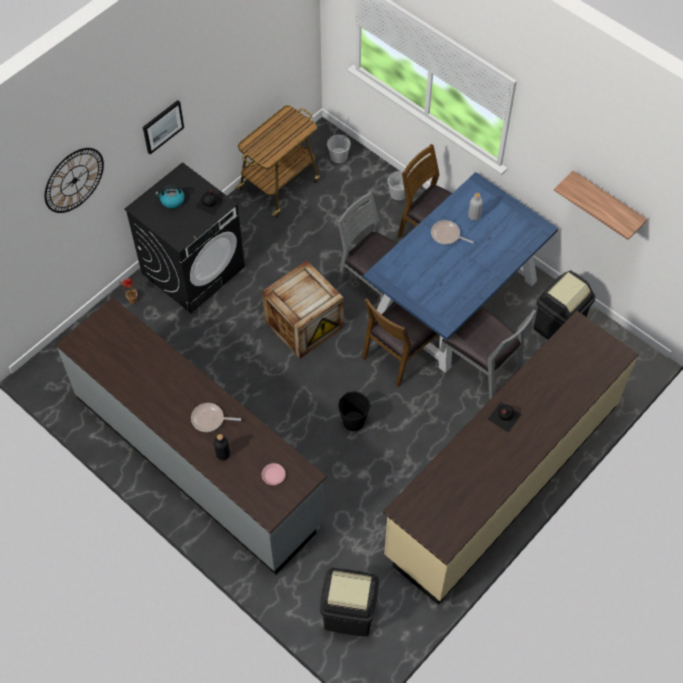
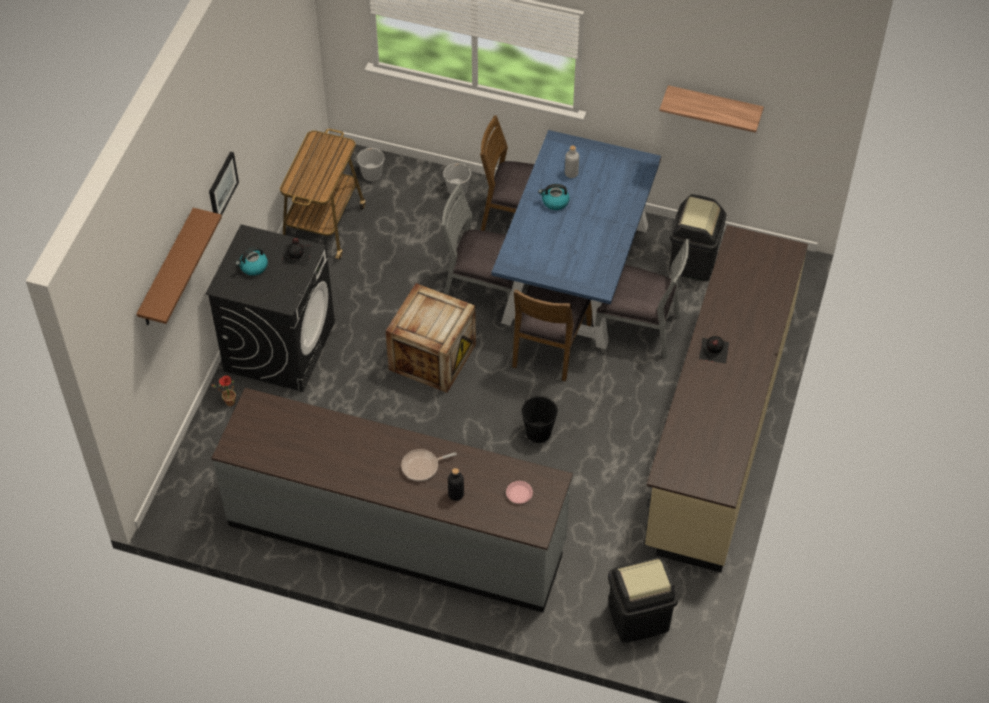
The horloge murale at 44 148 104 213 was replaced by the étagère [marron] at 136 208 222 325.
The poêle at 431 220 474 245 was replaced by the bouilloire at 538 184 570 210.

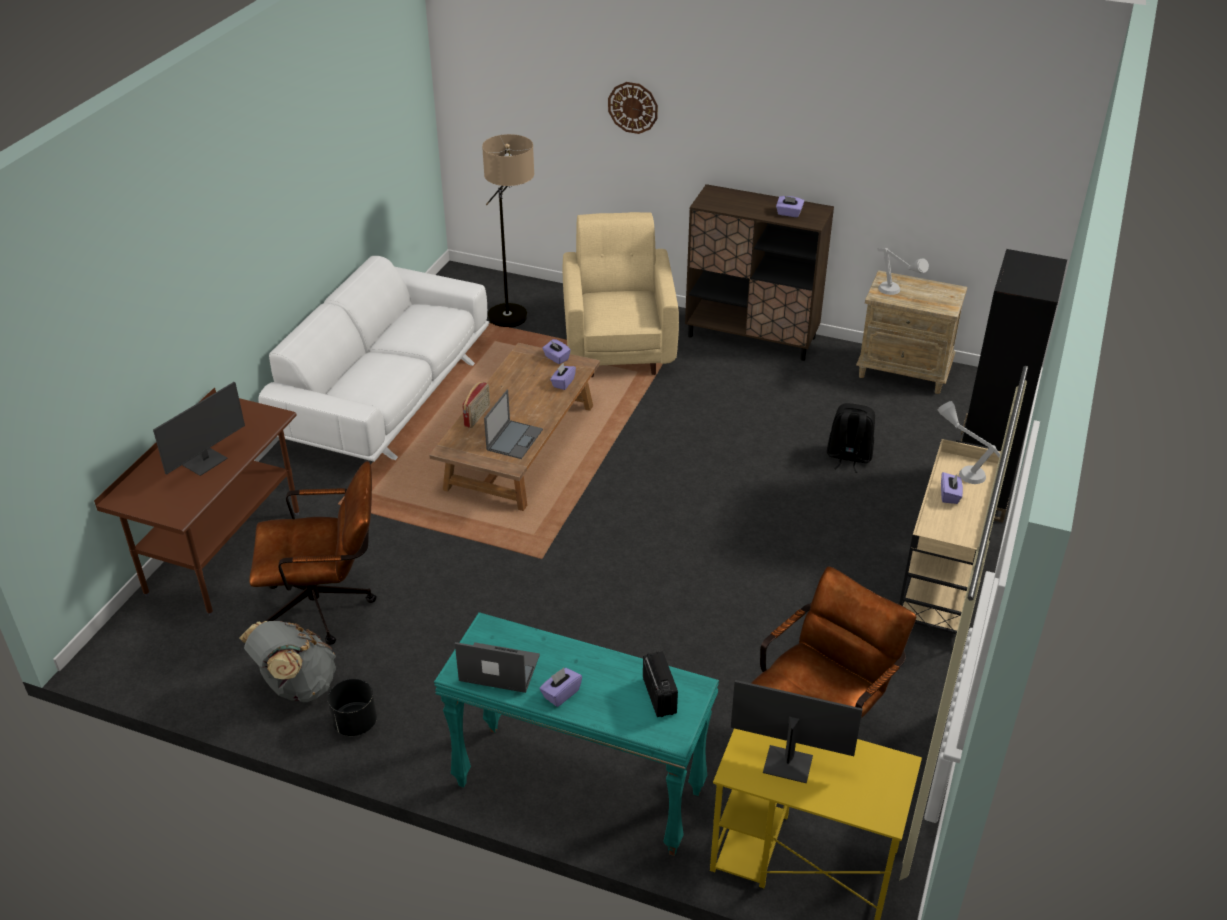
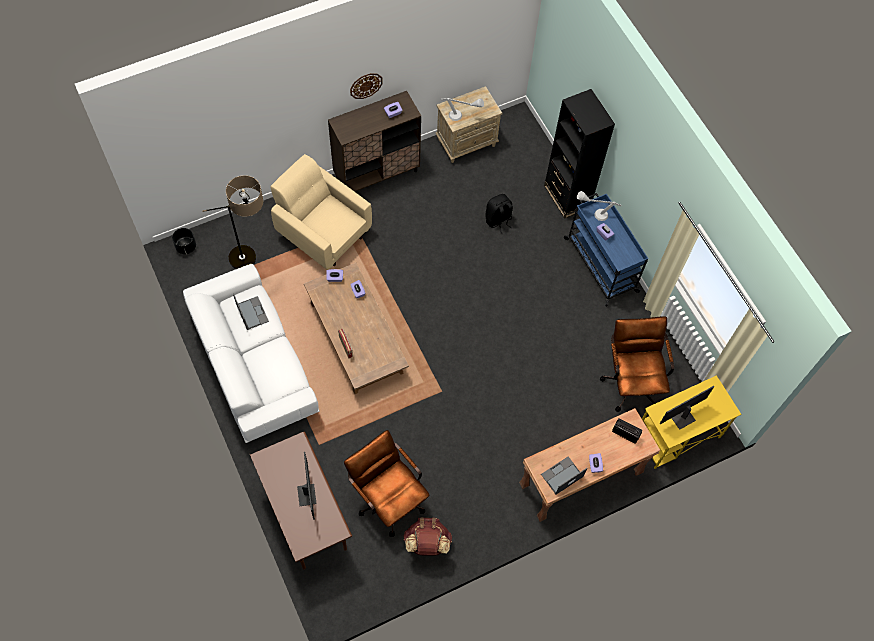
The horloge murale moved from 608 82 658 134 to 350 73 383 99.
The ordinateur portable moved from 484 390 543 459 to 233 293 269 330.
The chariot [beige] at 899 439 1001 651 became the chariot [bleu] at 564 193 648 306.
The chaise de bureau [marron] at 249 461 377 645 turned 75 degrees counterclockwise.
The table console [turquoise] at 434 612 719 856 became the table console [marron] at 519 408 661 522.
The sac à dos [gris] at 240 621 336 702 became the sac à dos [marron] at 403 517 452 556.
The cache-pot [noir] moved from 328 679 377 736 to 172 228 196 254.

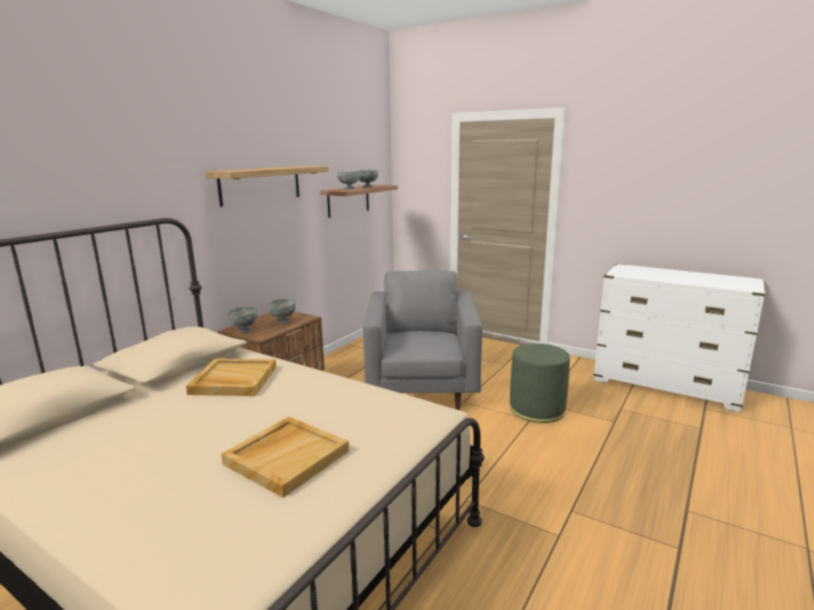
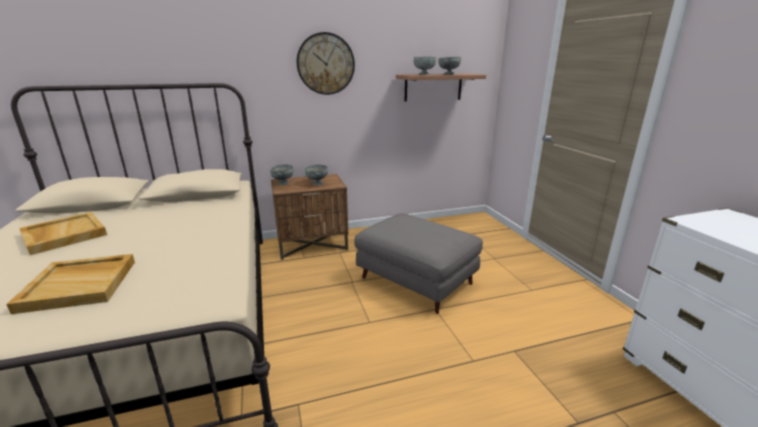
The étagère at 205 166 329 207 was replaced by the horloge murale at 296 32 355 95.
The fauteuil [gris] at 363 270 482 410 was replaced by the pouf [gris] at 355 213 483 314.
The pouf [vert] at 510 343 570 423 disappeared.
The plateau [beige] moved from 186 359 276 396 to 19 212 107 255.

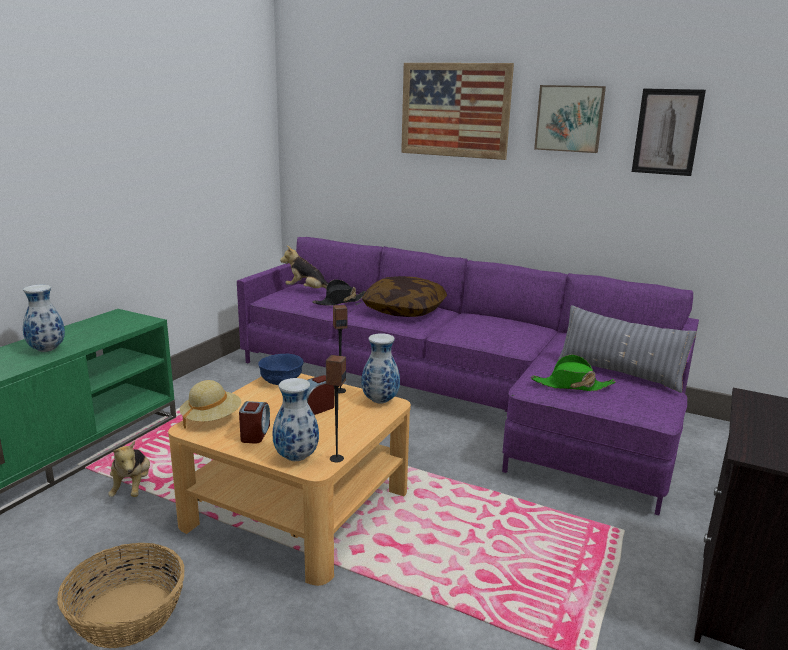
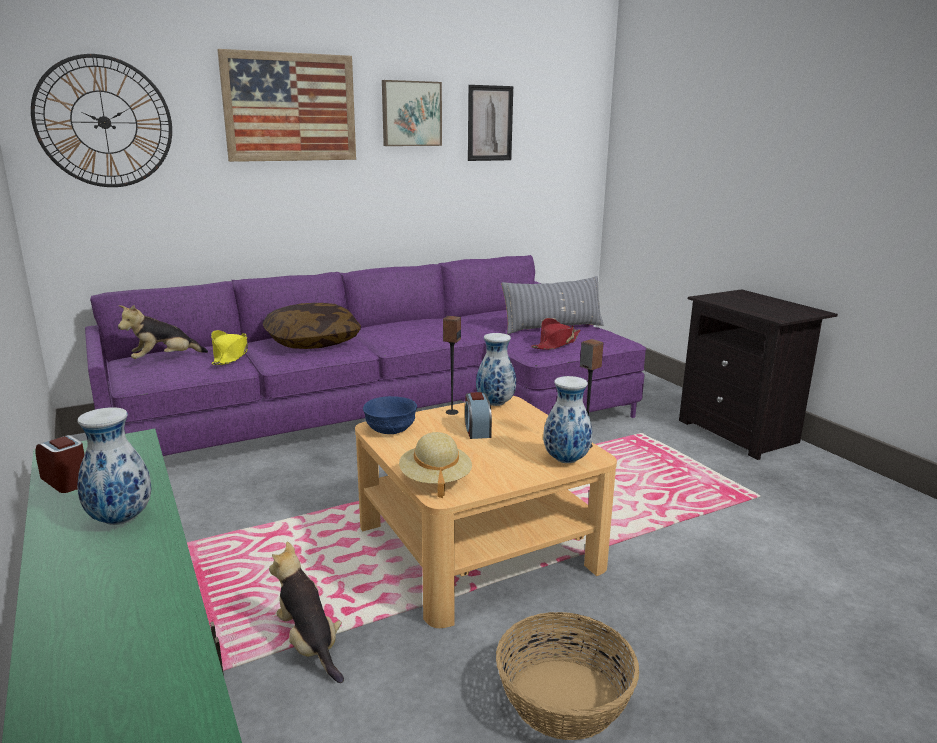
The chapeau [noir] at 312 280 366 306 became the chapeau [jaune] at 211 330 248 365.
The chapeau [vert] at 531 355 616 391 became the chapeau [rouge] at 531 318 580 350.
The réveil moved from 239 401 270 444 to 36 435 85 493.
The peluche at 108 441 150 497 turned 150 degrees counterclockwise.
The horloge murale at 31 54 172 187 appeared.

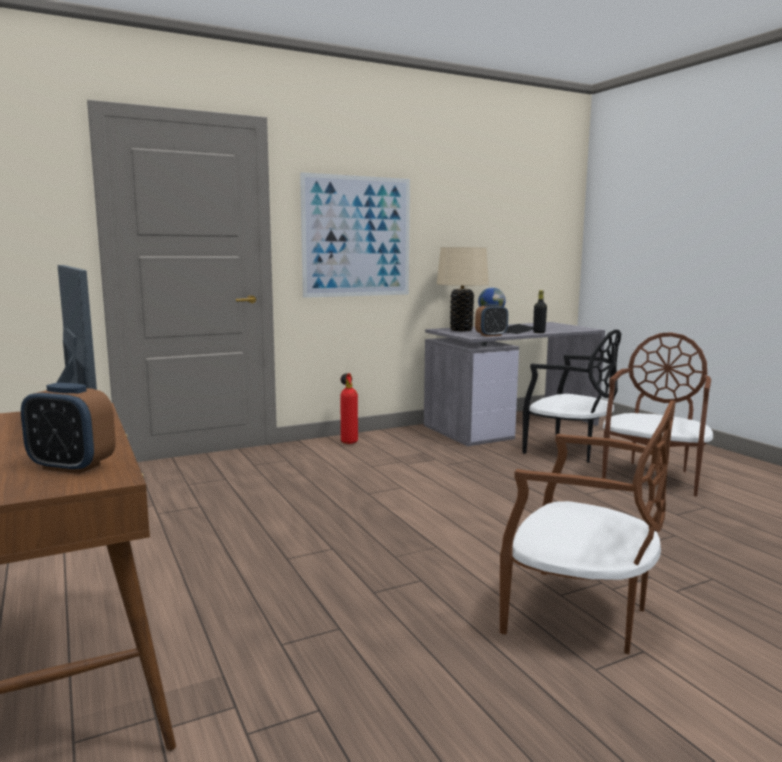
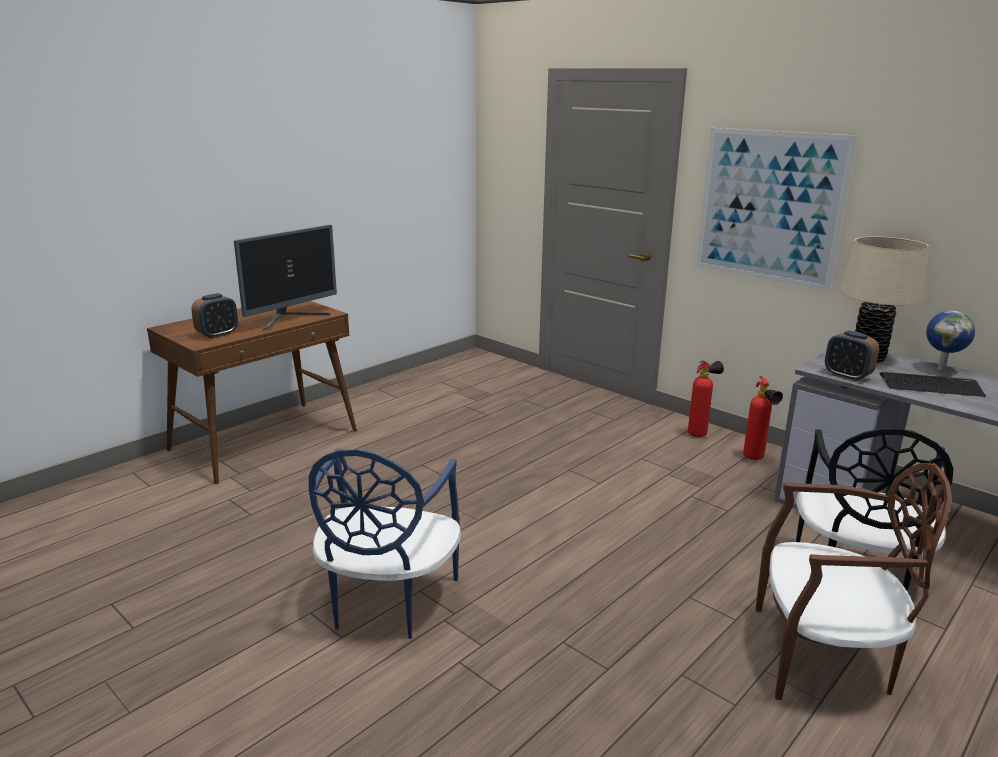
The bouteille [noir] at 533 290 547 333 disappeared.
The réveil at 21 383 116 474 turned 135 degrees counterclockwise.
The chaise [marron] at 500 401 676 654 became the chaise [bleu] at 309 448 461 639.
The extincteur at 743 375 783 460 appeared.

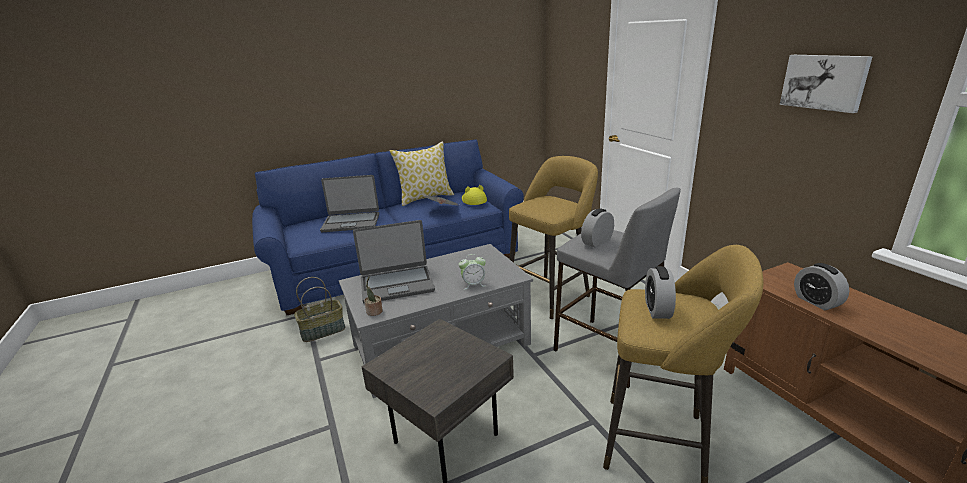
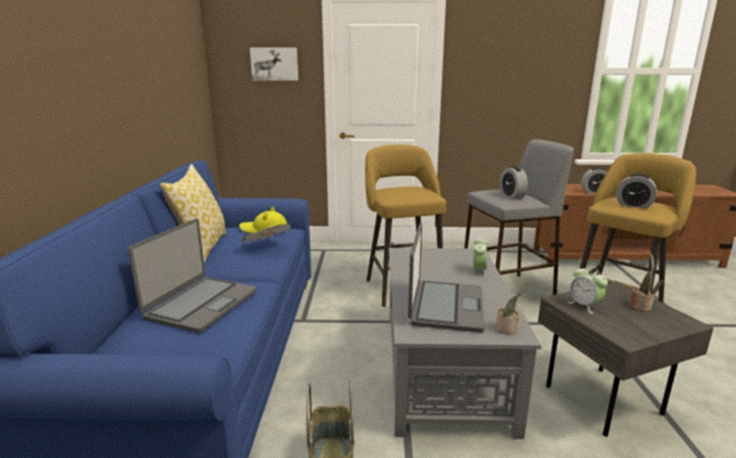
The tableau moved from 780 55 873 113 to 250 48 298 81.
The plante en pot at 630 254 655 311 appeared.
The réveil at 567 266 608 314 appeared.

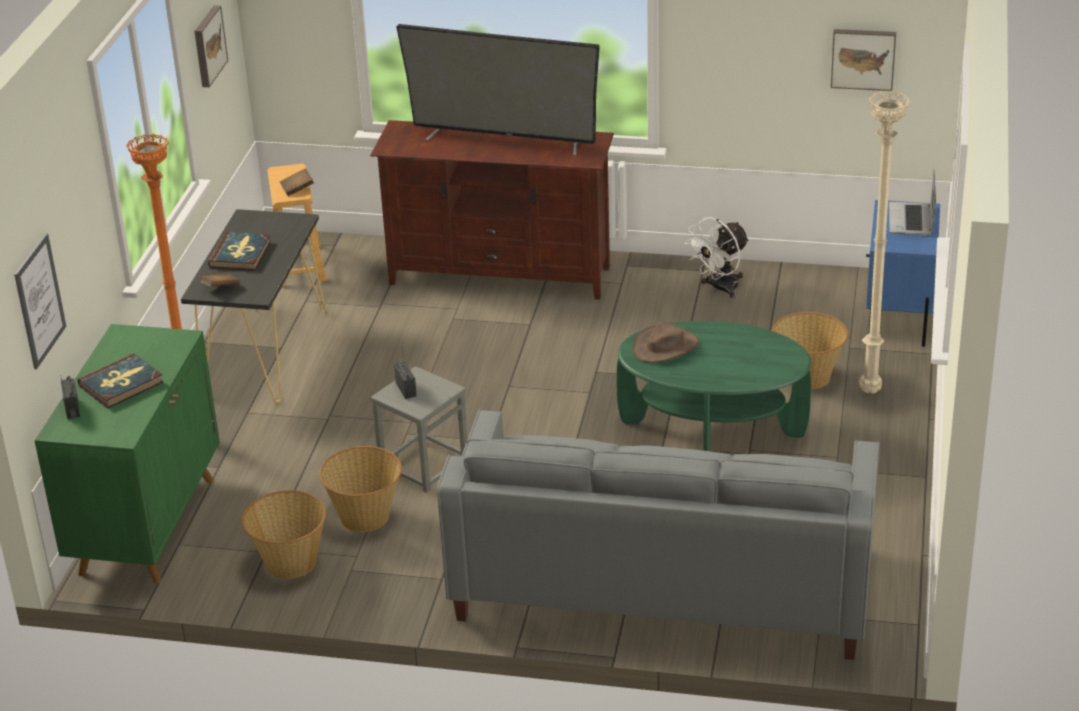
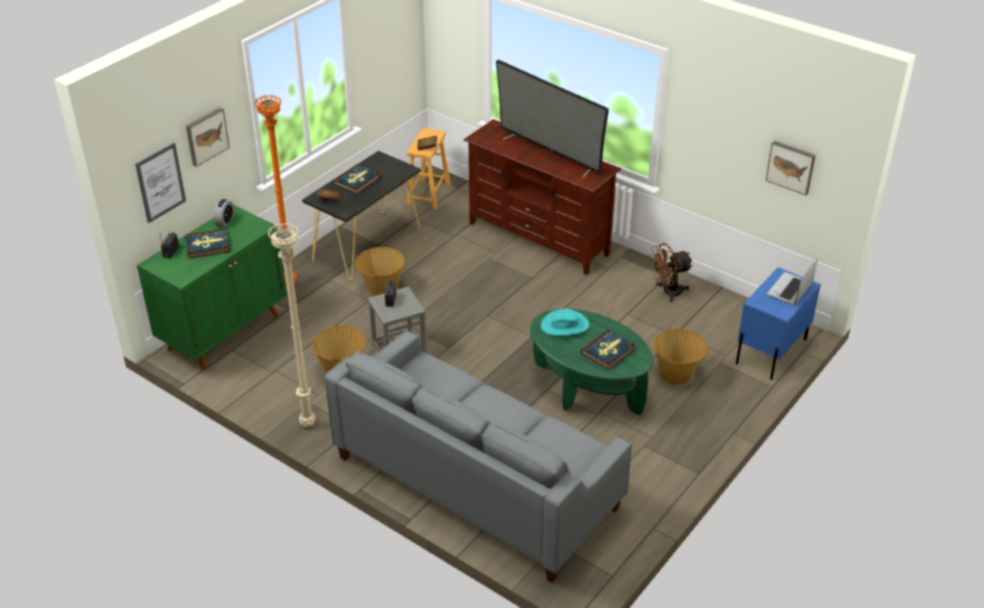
The tableau moved from 194 5 228 87 to 186 108 230 167.
The lampadaire [beige] moved from 859 91 910 394 to 268 223 315 427.
The ventilateur [blanc] at 685 217 749 298 became the ventilateur [marron] at 649 243 692 302.
The chapeau [marron] at 632 322 699 363 became the chapeau [turquoise] at 541 309 589 336.
The panier moved from 241 490 326 579 to 355 247 405 296.
The réveil at 213 199 234 227 appeared.
The livre at 580 329 635 370 appeared.

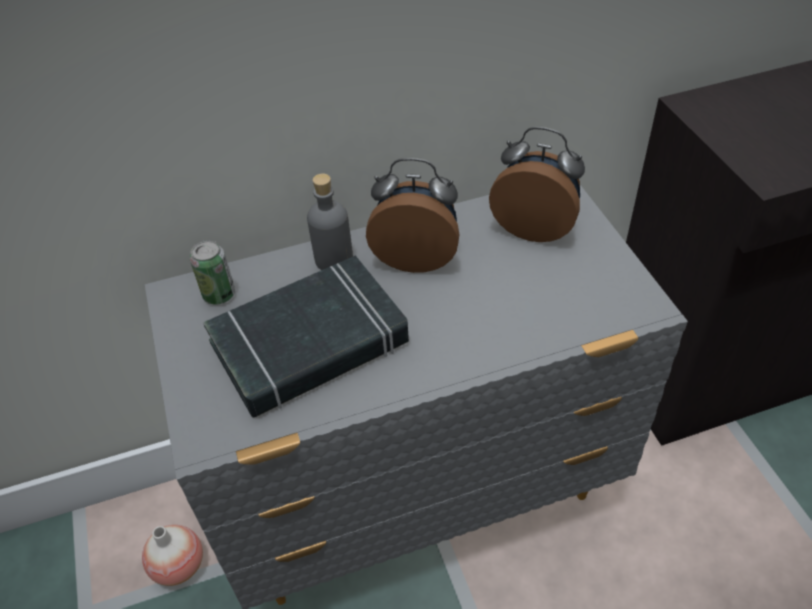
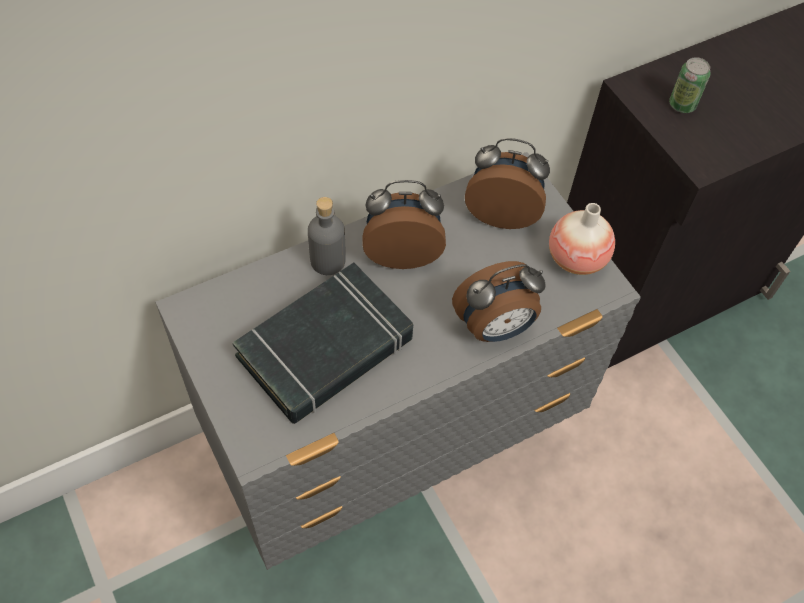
The boîte métallique moved from 190 240 235 305 to 669 57 711 113.
The vase moved from 142 525 203 586 to 549 203 615 275.
The réveil at 452 261 545 342 appeared.

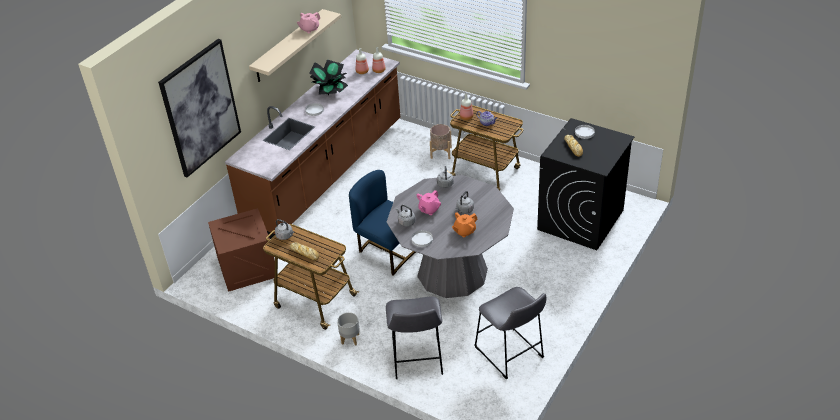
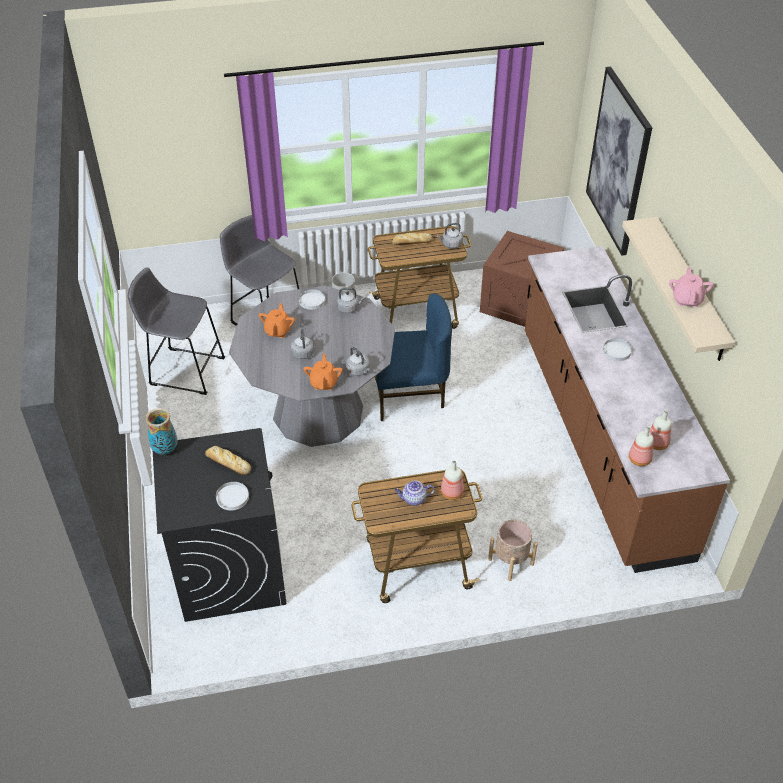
The plante en pot at 309 60 348 96 disappeared.
The théière [rose] at 417 190 441 215 disappeared.
The théière [orange] at 303 354 343 390 appeared.
The vase at 145 408 178 455 appeared.

